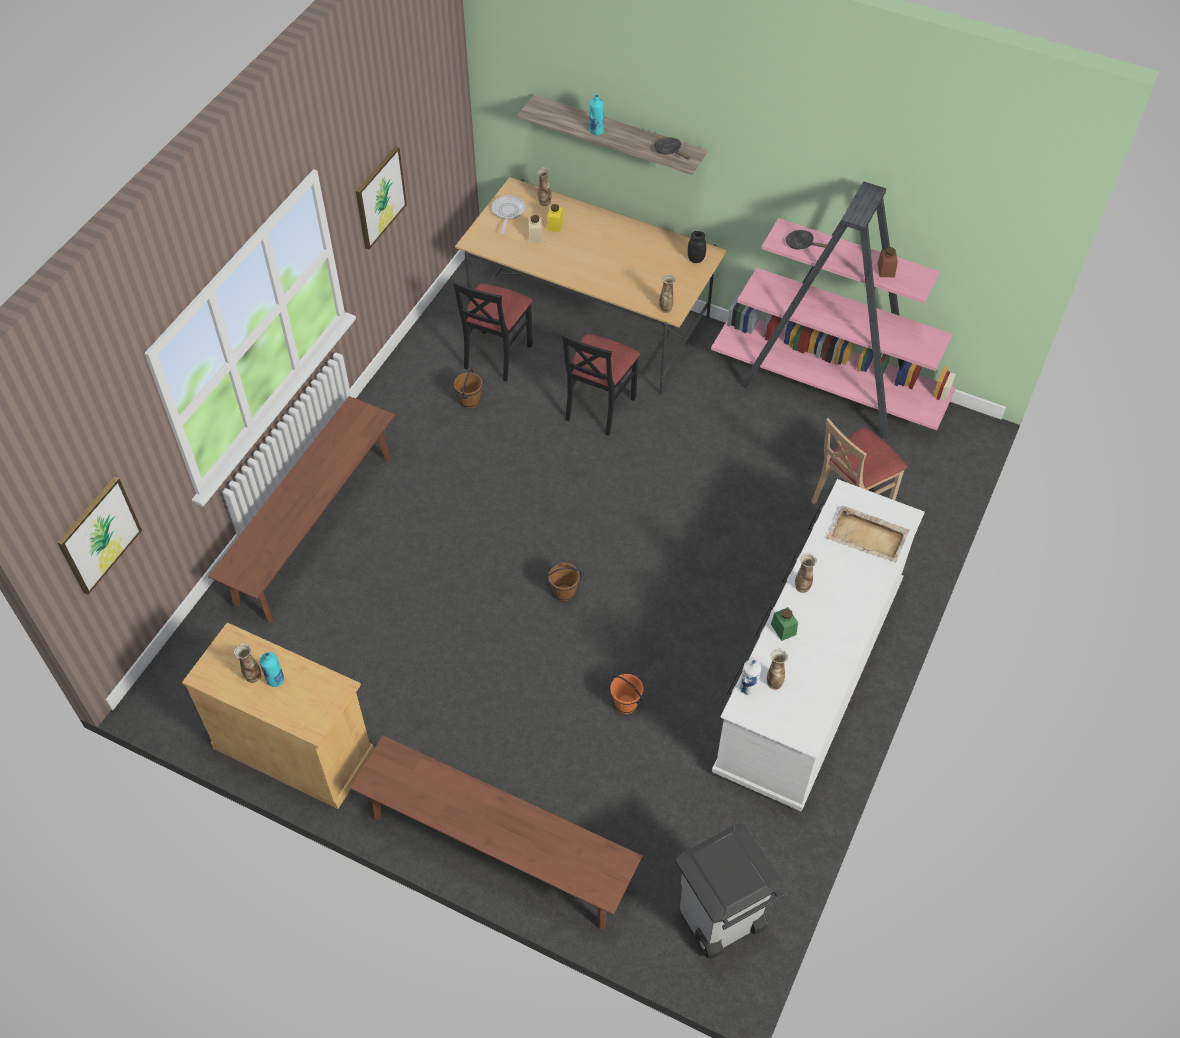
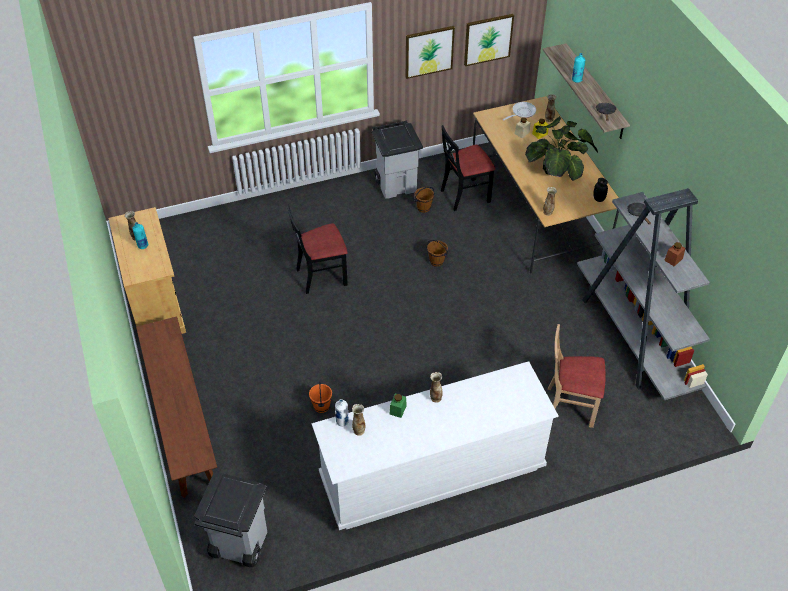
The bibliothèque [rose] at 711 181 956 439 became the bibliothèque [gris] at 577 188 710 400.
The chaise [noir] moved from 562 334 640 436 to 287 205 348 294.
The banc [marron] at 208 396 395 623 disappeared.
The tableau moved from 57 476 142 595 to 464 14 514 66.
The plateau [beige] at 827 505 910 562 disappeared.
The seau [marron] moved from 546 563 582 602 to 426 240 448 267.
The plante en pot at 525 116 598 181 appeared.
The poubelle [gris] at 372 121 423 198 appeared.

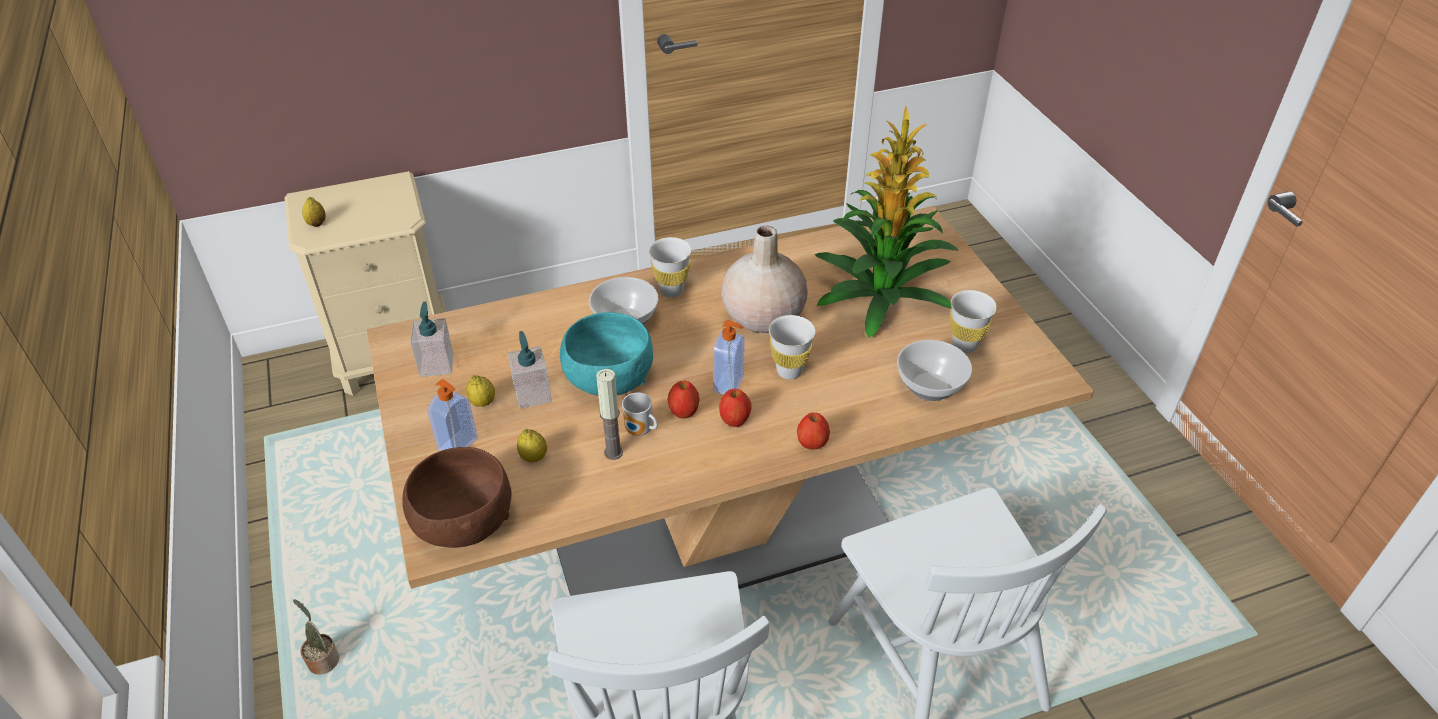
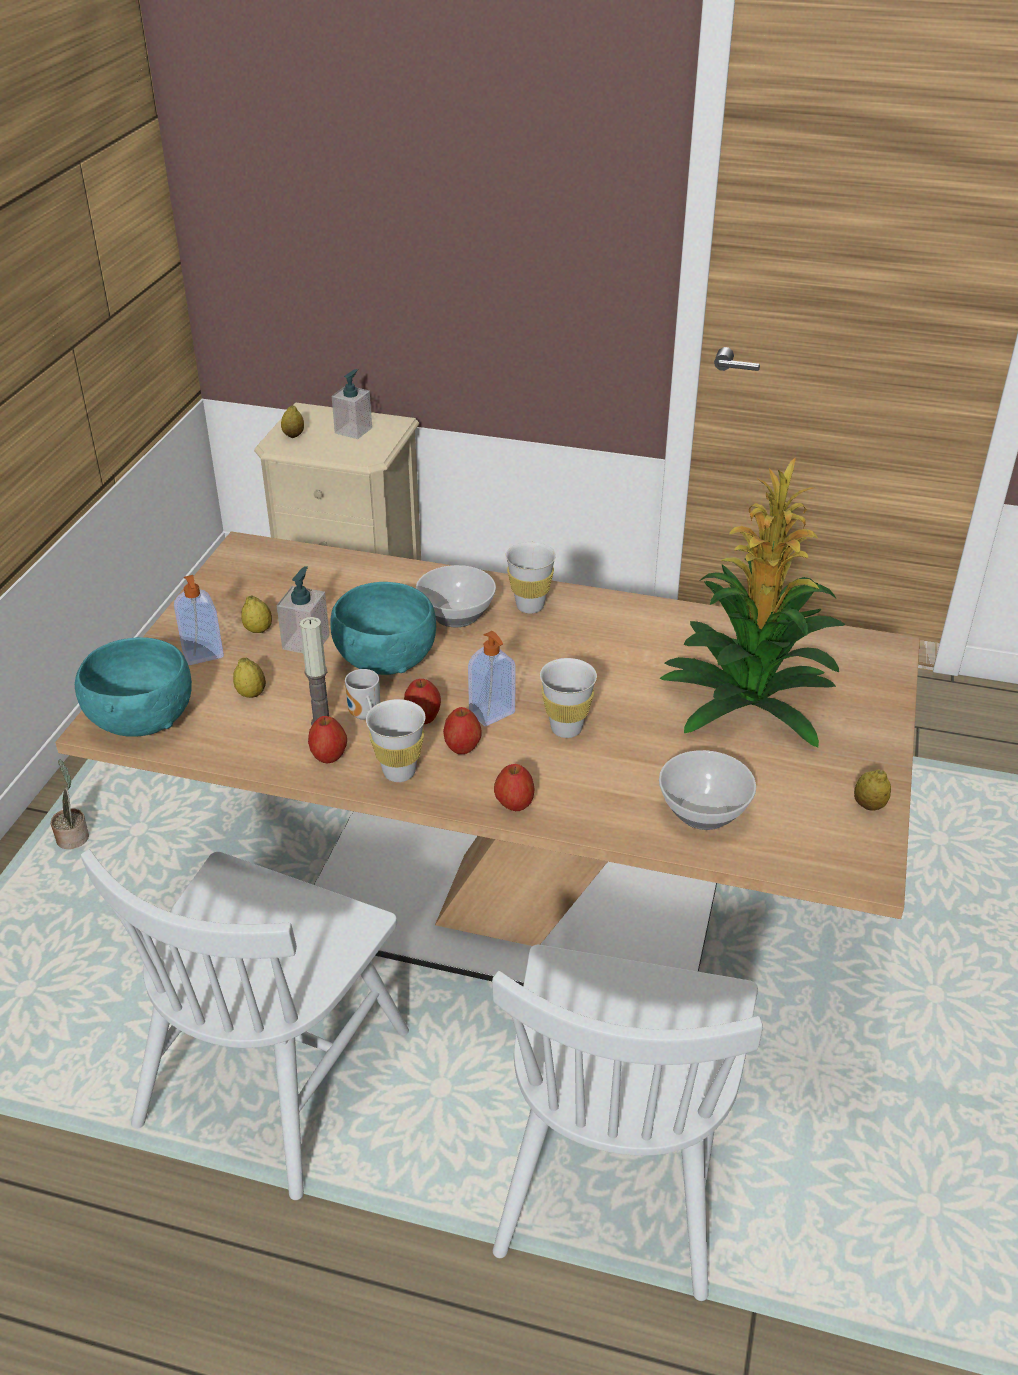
The vase [beige] at 721 226 808 333 disappeared.
The tasse [blanc] moved from 950 290 997 353 to 366 699 425 782.
The distributeur de savon moved from 410 302 454 377 to 332 369 372 439.
The bol [marron] at 402 447 512 548 became the bol [turquoise] at 75 637 192 737.
The pomme at 308 716 347 763 appeared.
The citron at 854 769 891 811 appeared.

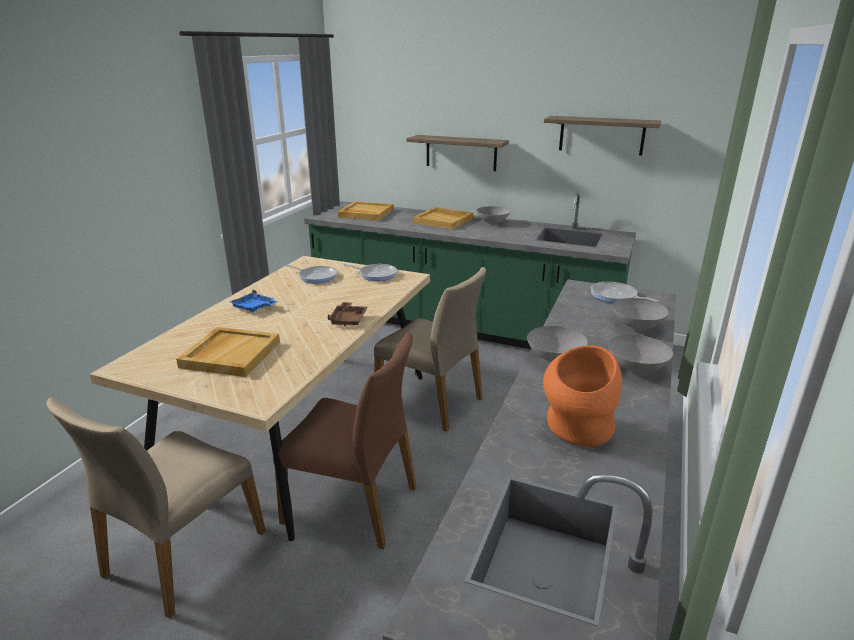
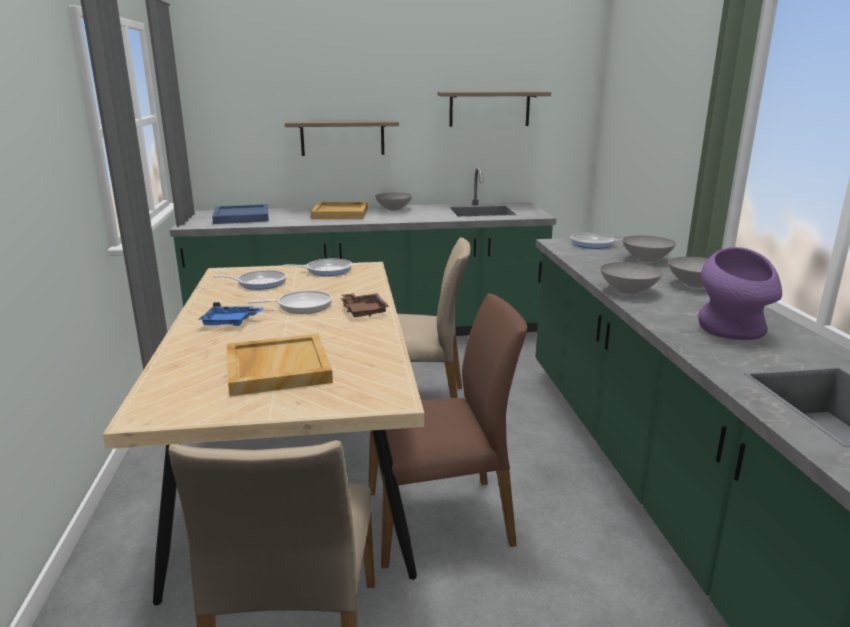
The plateau [beige] at 338 201 394 221 became the plateau [bleu] at 212 204 269 224.
The vase [orange] at 543 345 622 447 became the vase [violet] at 698 247 782 340.
The poêle at 248 291 332 314 appeared.

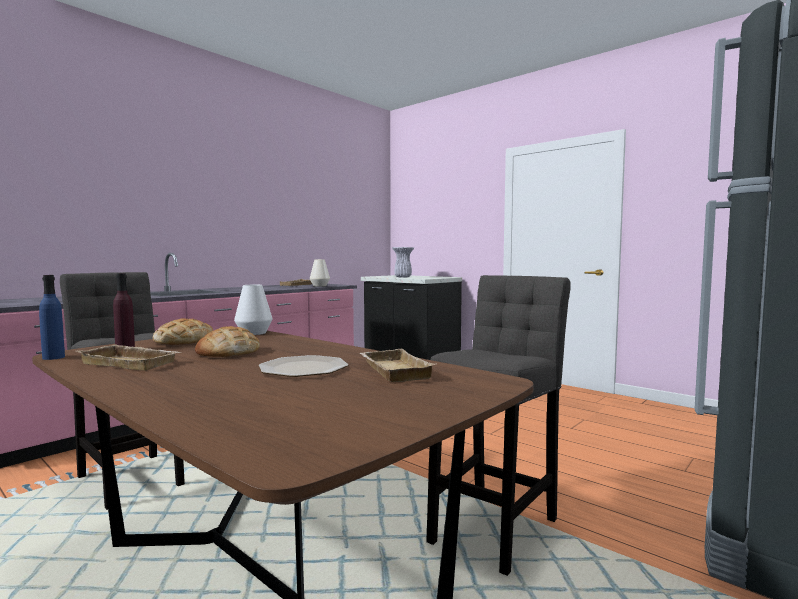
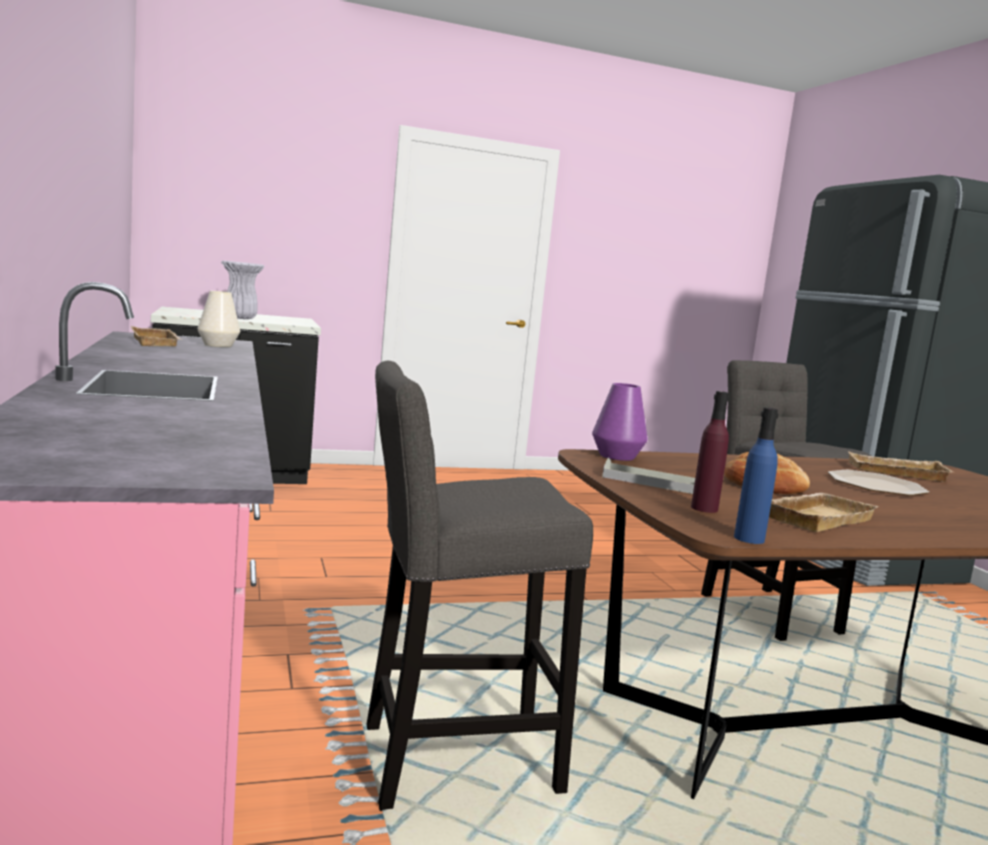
The vase [blanc] at 234 285 273 335 became the vase [violet] at 592 383 648 461.
The pain at 153 318 213 345 was replaced by the plateau [gris] at 602 457 695 494.

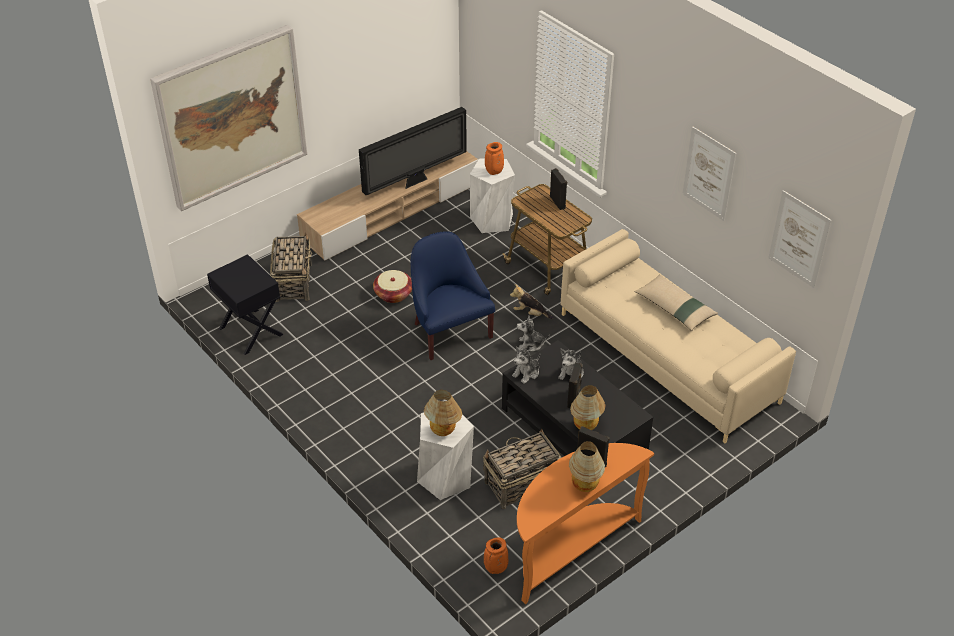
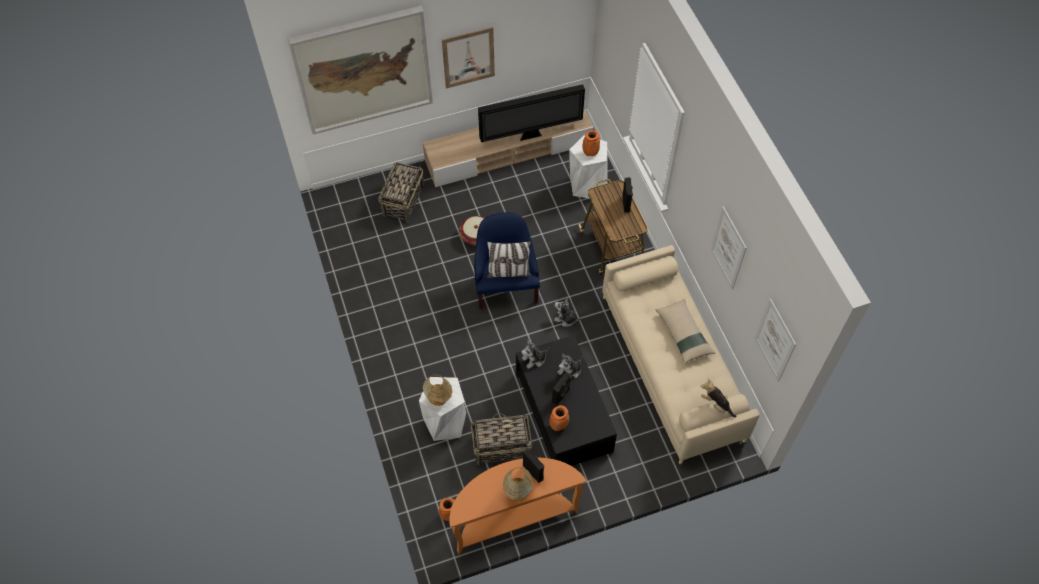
The table de chevet [noir] at 207 254 284 355 disappeared.
The peluche moved from 510 284 553 319 to 701 379 737 417.
The lampe de table at 570 385 606 430 was replaced by the vase [orange] at 549 405 569 431.
The tableau at 442 27 495 88 appeared.
The coussin at 487 241 531 277 appeared.

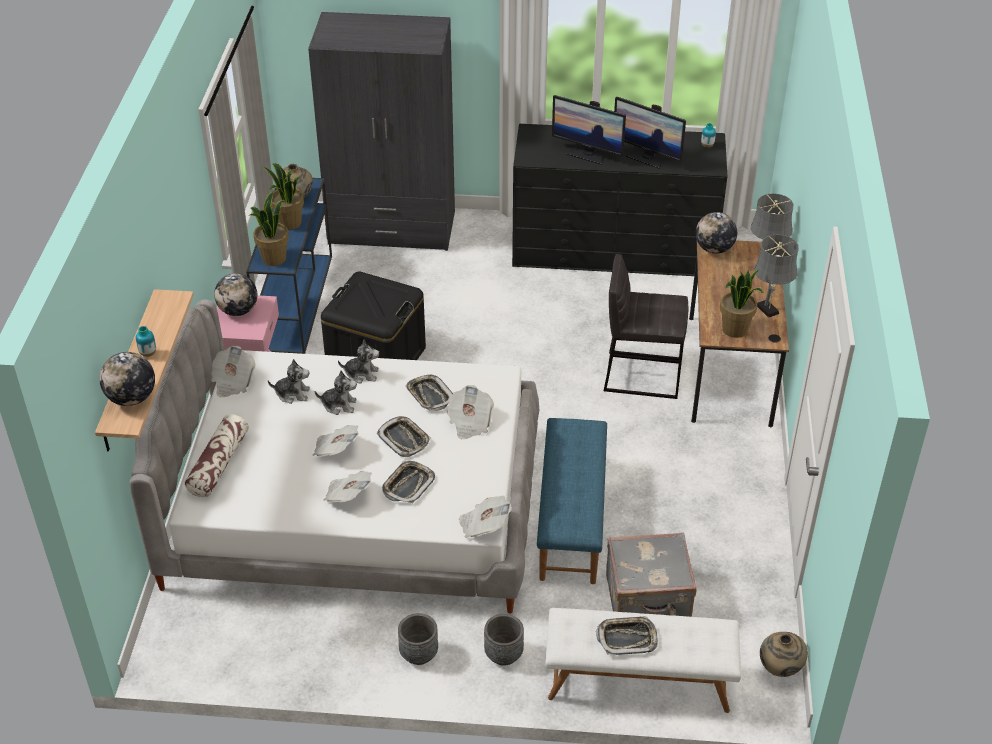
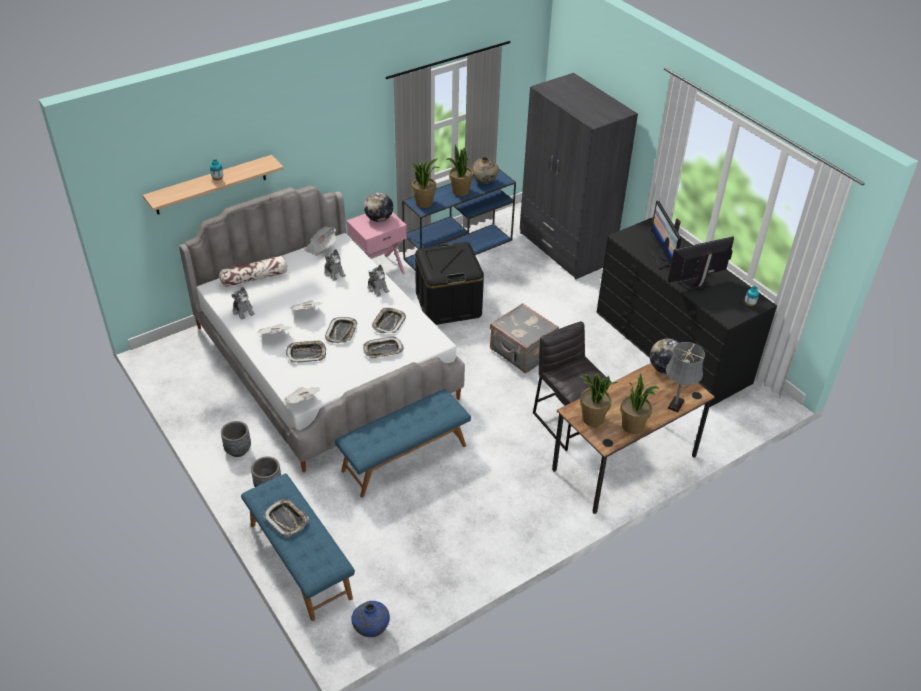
The écran d'ordinateur at 614 97 686 169 turned 75 degrees clockwise.
The lampe de table [gris] at 754 234 799 318 was replaced by the plante en pot at 620 372 659 434.
The globe at 99 352 155 406 disappeared.
The peluche moved from 315 371 357 415 to 231 287 255 320.
The journal at 447 385 494 440 was replaced by the plateau at 363 337 404 358.
The valise [gris] moved from 606 532 697 617 to 490 303 559 373.
The banc [blanc] at 545 608 741 713 became the banc [bleu] at 241 474 355 621.
The vase [beige] at 760 632 808 677 became the vase [bleu] at 351 601 390 637.

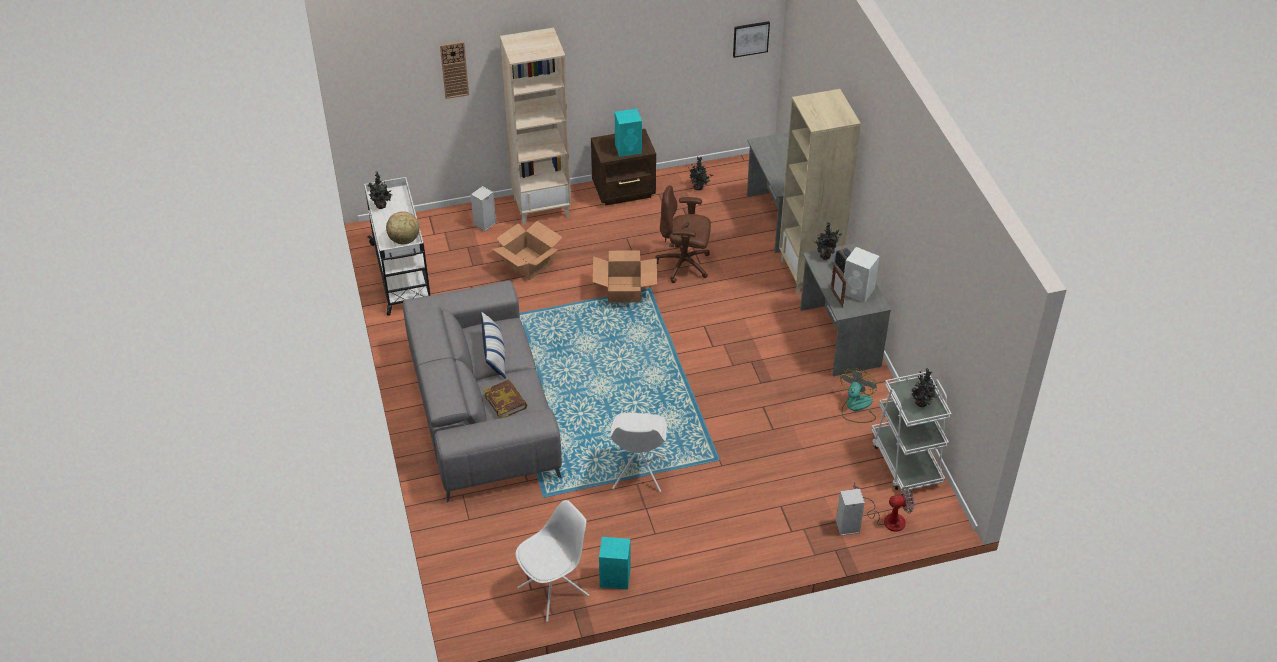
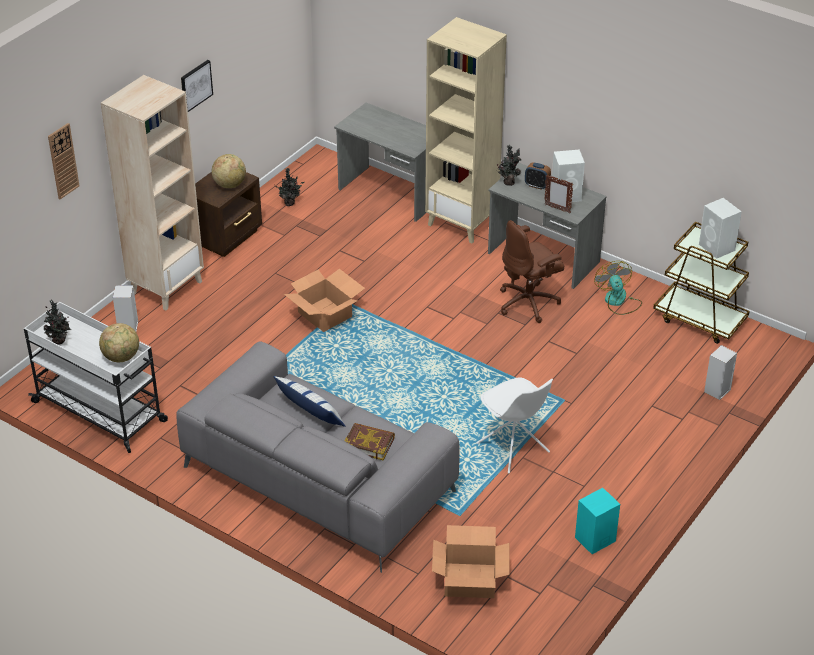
The tableau moved from 733 21 770 58 to 181 60 213 112.
The enceinte [turquoise] at 615 109 642 157 was replaced by the globe at 212 154 246 188.
The chaise de bureau [marron] moved from 655 185 711 283 to 500 220 564 323.
The carton moved from 492 221 563 280 to 432 525 509 598.
The plante en pot at 911 368 937 407 was replaced by the enceinte [blanc] at 699 198 742 259.
The chariot [blanc] at 871 372 952 491 became the chariot [marron] at 653 222 750 344.
The ventilateur at 854 482 915 532 disappeared.
The chaise [blanc] at 516 500 589 622 disappeared.

